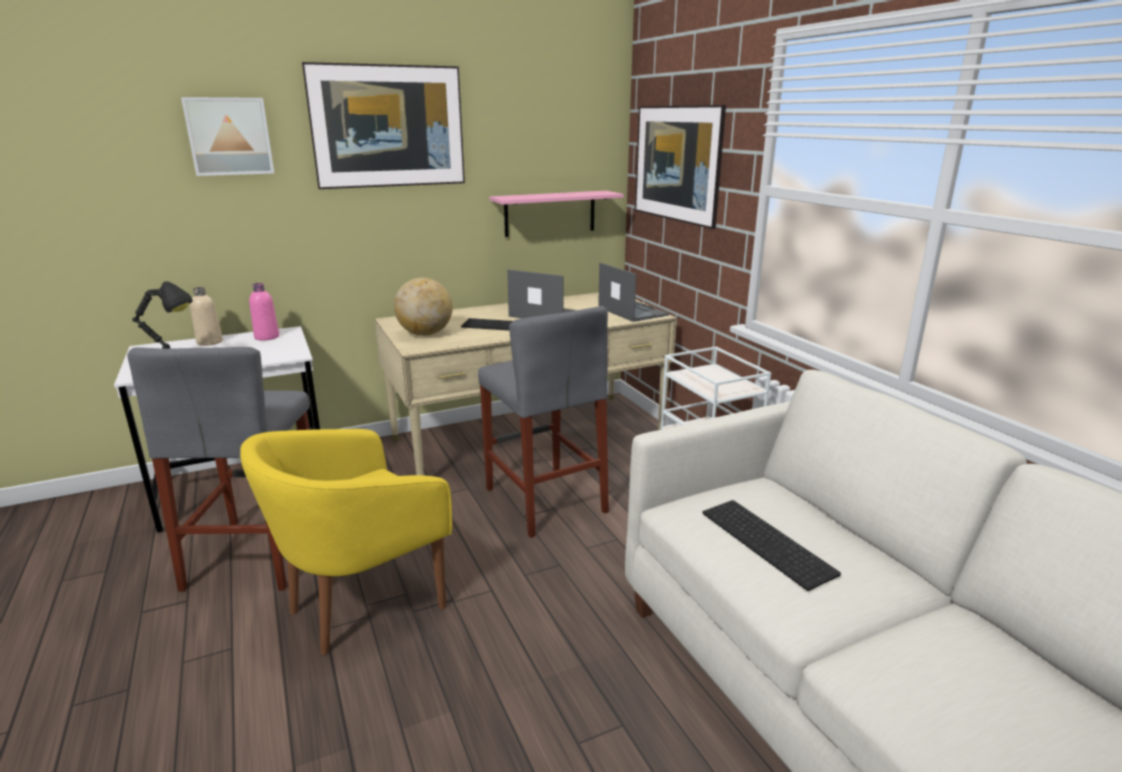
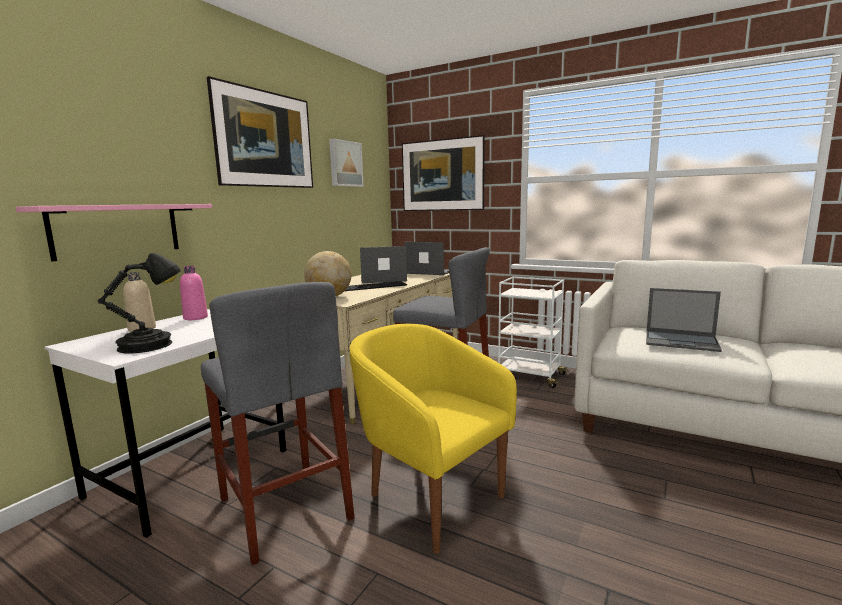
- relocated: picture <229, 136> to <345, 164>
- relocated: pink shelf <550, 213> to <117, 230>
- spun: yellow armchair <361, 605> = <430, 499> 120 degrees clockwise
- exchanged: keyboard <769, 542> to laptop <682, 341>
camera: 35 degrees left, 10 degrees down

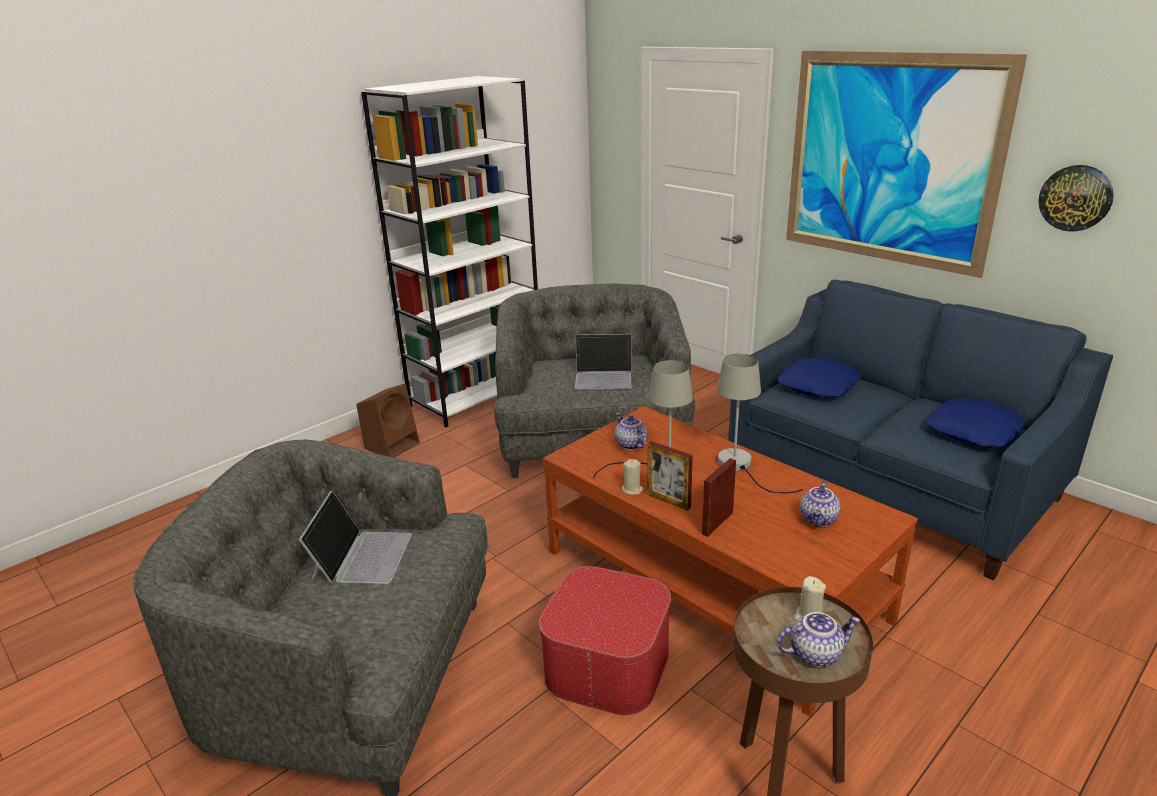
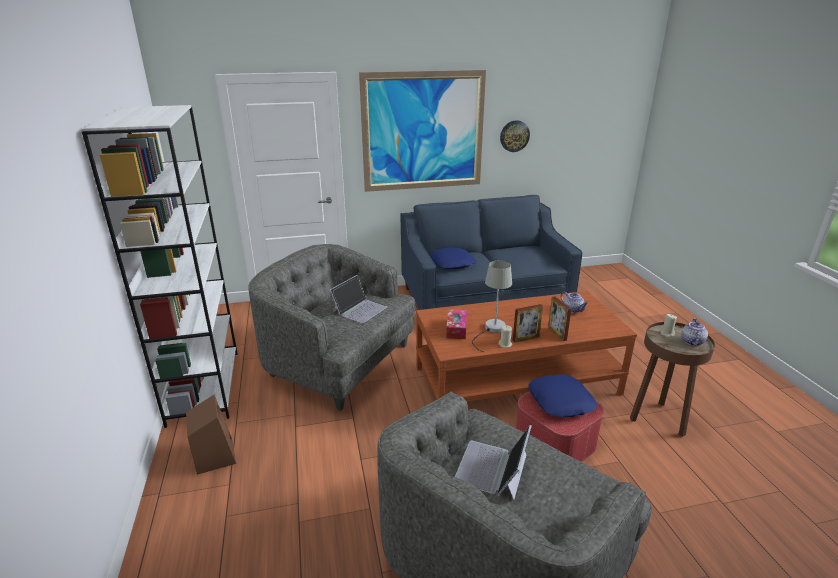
- missing: grey table lamp <741, 467>
- relocated: blue pillow <974, 431> to <561, 401>
- exchanged: teapot <630, 444> to tissue box <456, 329>
- spun: laptop <361, 556> = <492, 469> 105 degrees counterclockwise
camera: 60 degrees left, 0 degrees up

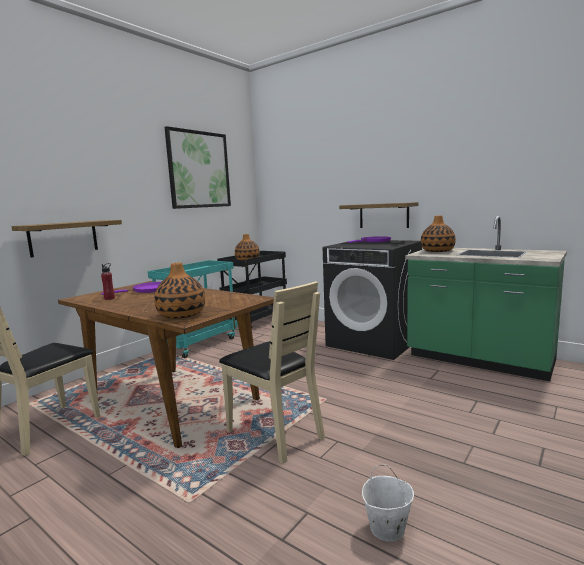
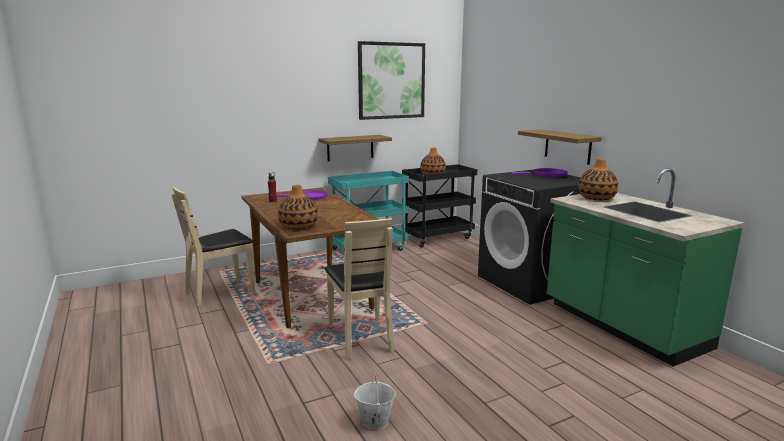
- relocated: shelf <63, 238> to <350, 148>
camera: 25 degrees right, 5 degrees up

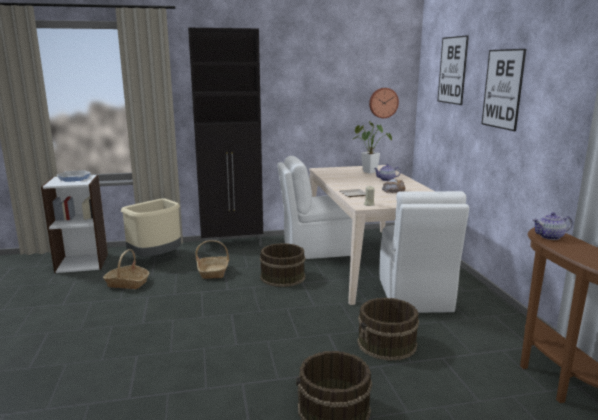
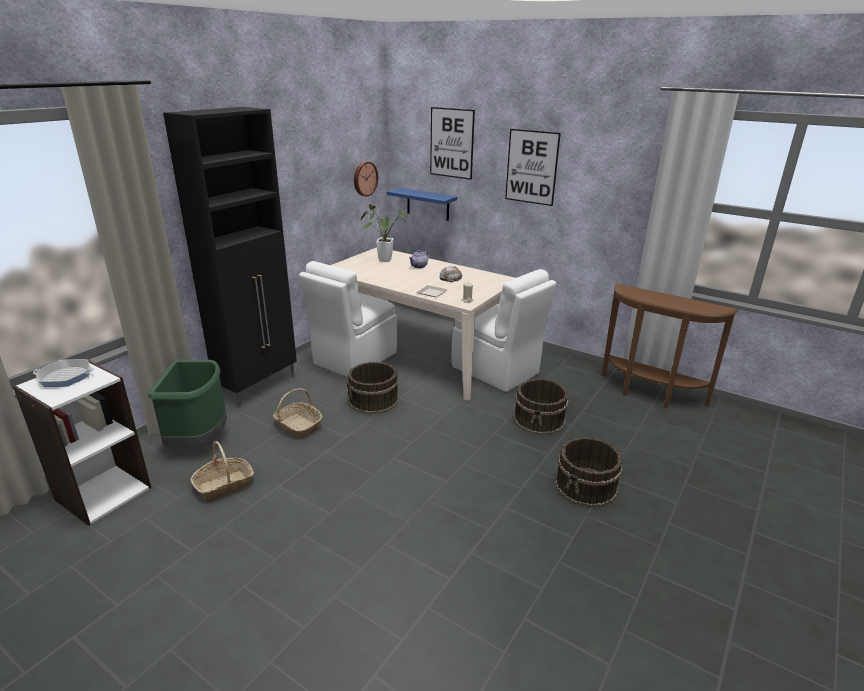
- colour: beige trash can <156, 258> to green trash can <200, 441>
- missing: teapot <550, 237>
- appeared: blue shelf <428, 204>
camera: 45 degrees left, 10 degrees up

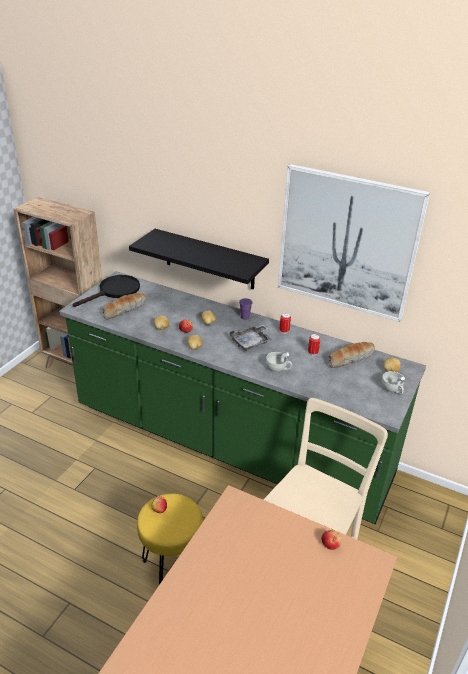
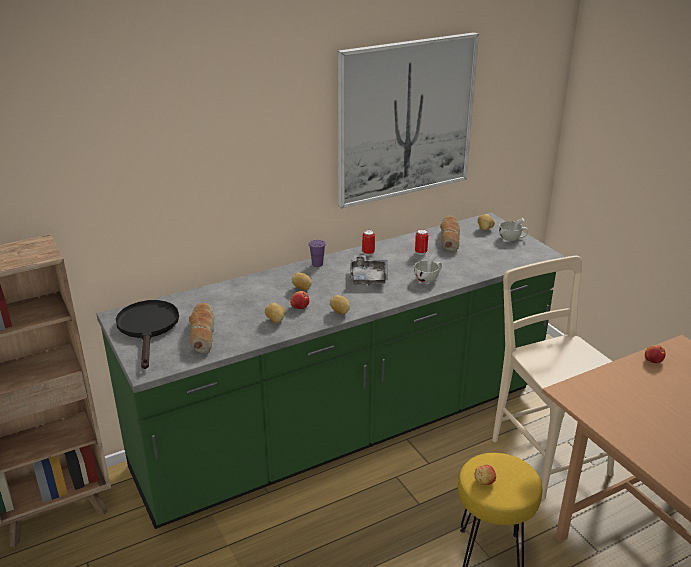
- missing: black shelf <209, 259>
camera: 55 degrees left, 5 degrees down

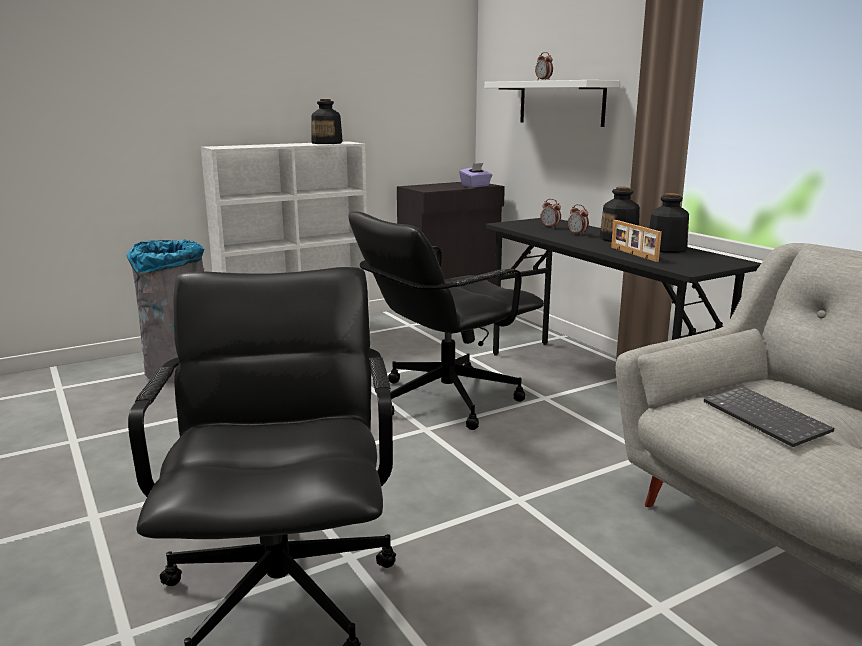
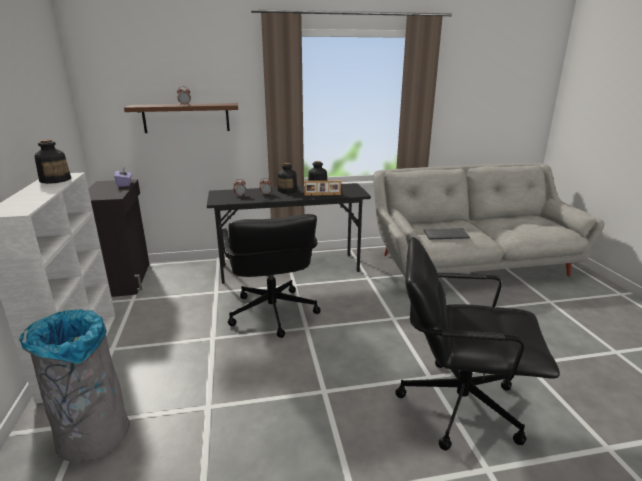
- colour: white shelf <561, 103> to brown shelf <186, 118>
camera: 70 degrees left, 5 degrees up

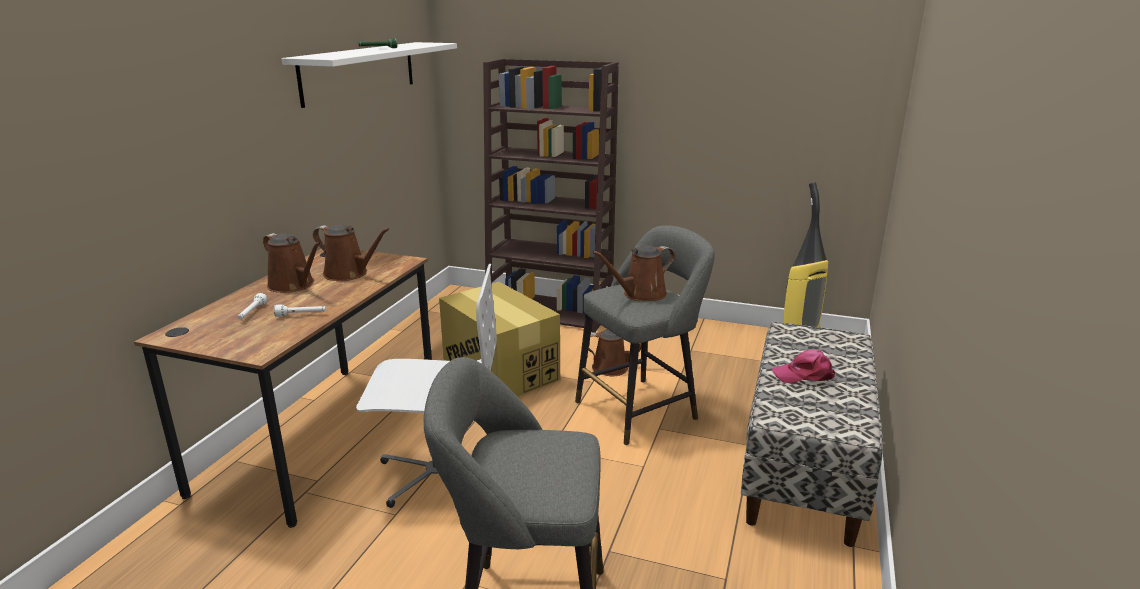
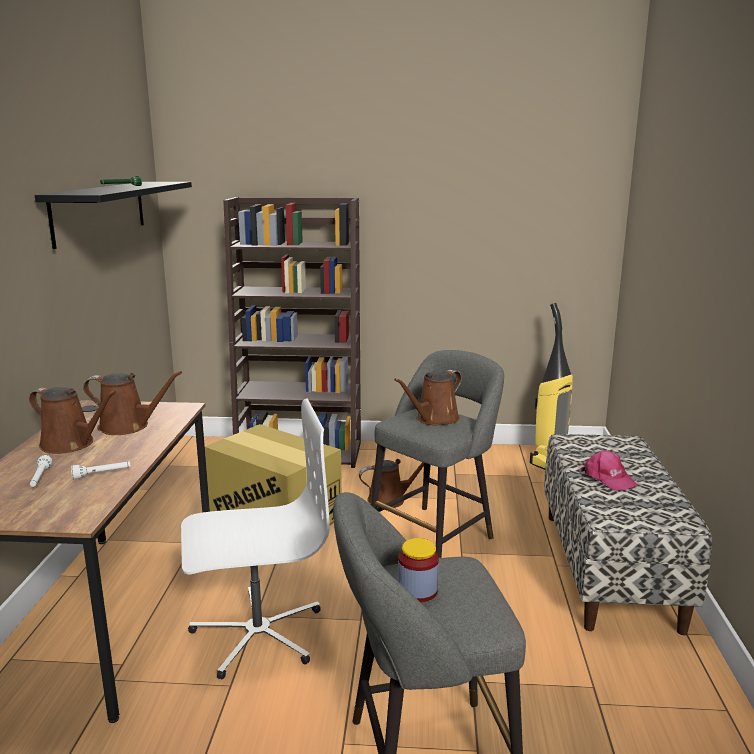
- colour: white shelf <360, 72> to black shelf <100, 211>
- spun: pink cap <804, 375> = <608, 478> 105 degrees counterclockwise
- appeared: jar <417, 590>
camera: 15 degrees left, 5 degrees down

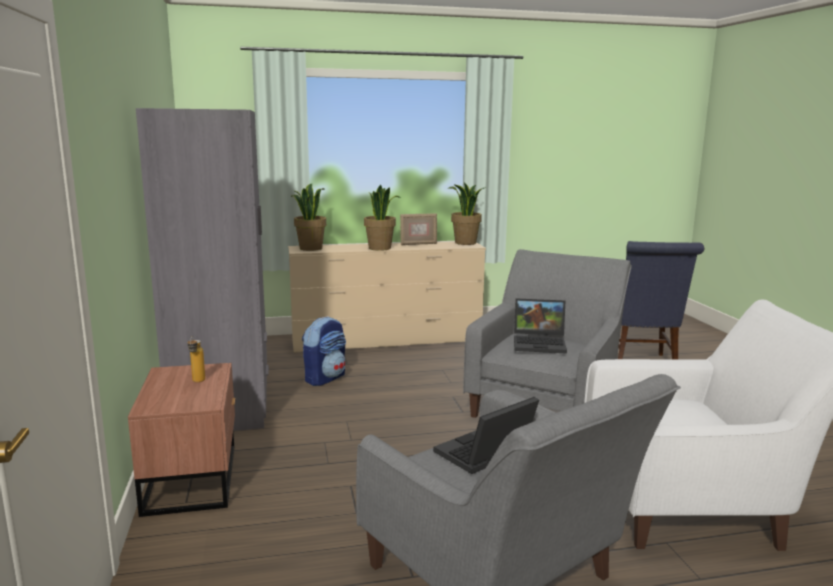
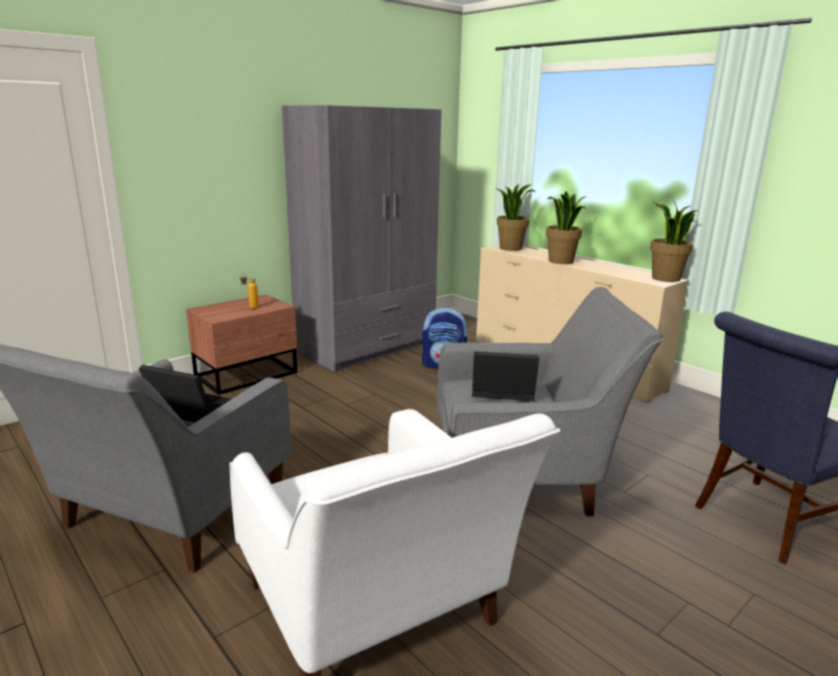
- missing: picture frame <418, 244>
- spun: laptop <540, 343> = <501, 392> 120 degrees clockwise
camera: 60 degrees right, 5 degrees up

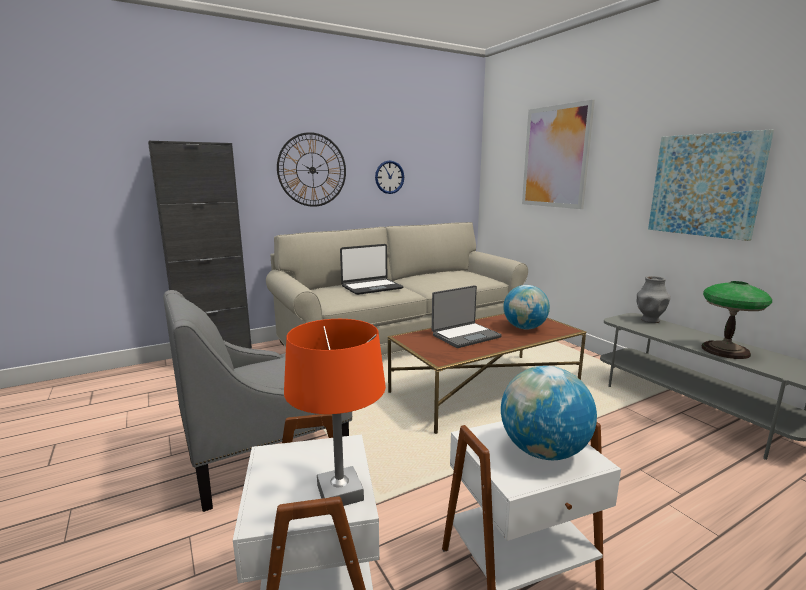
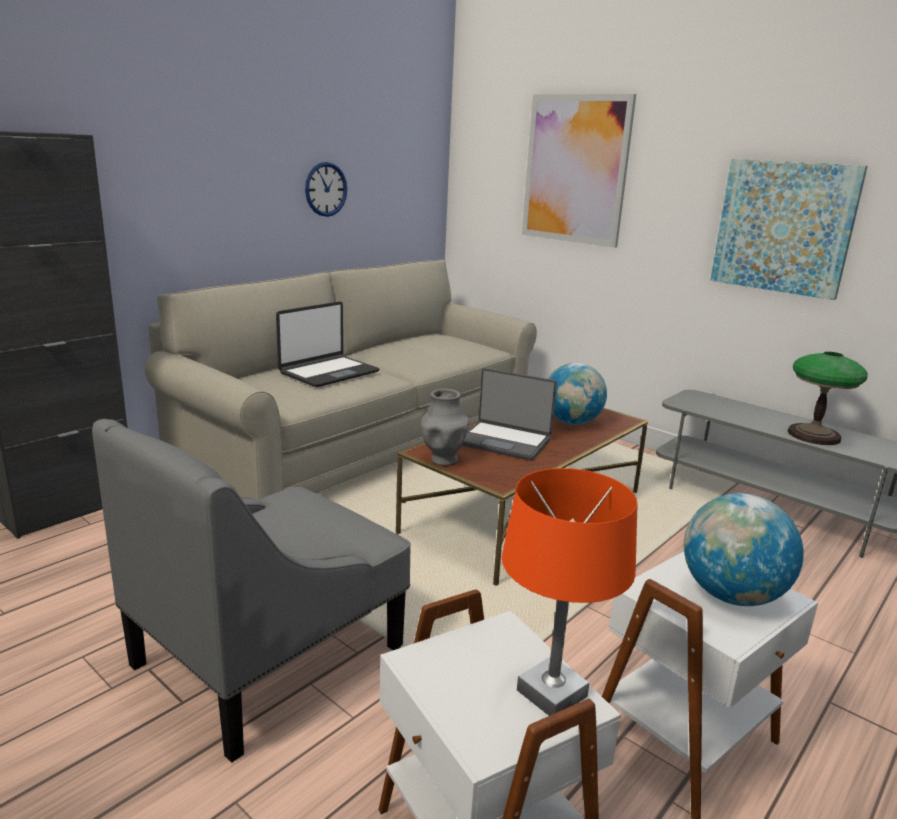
- missing: wall clock <312, 170>
- relocated: grey vase <649, 320> to <443, 460>
- spun: laptop <465, 336> = <505, 441> 75 degrees clockwise
camera: 20 degrees left, 5 degrees up

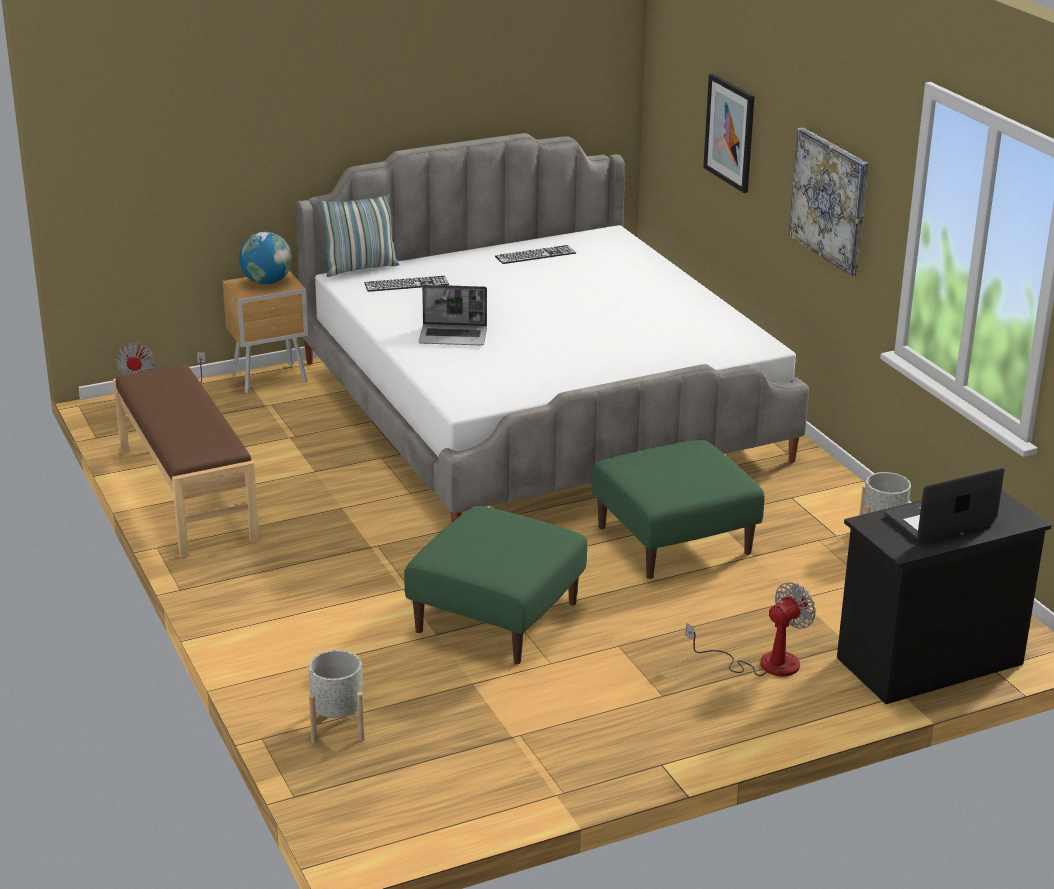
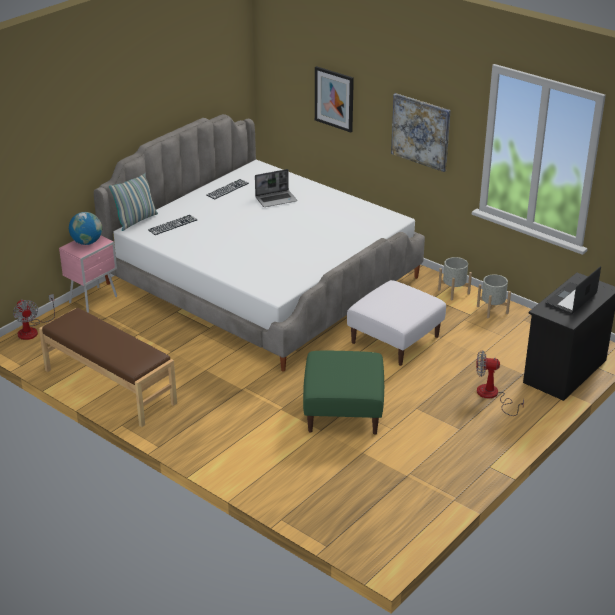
- colour: brown nightstand <271, 379> to pink nightstand <94, 299>
- relocated: laptop <454, 336> to <276, 199>
- colour: green ottoman <674, 539> to white ottoman <395, 339>
- spun: fan <764, 663> = <492, 396> 105 degrees counterclockwise
- relocated: grey planter <337, 726> to <454, 292>
camera: 25 degrees left, 5 degrees up

